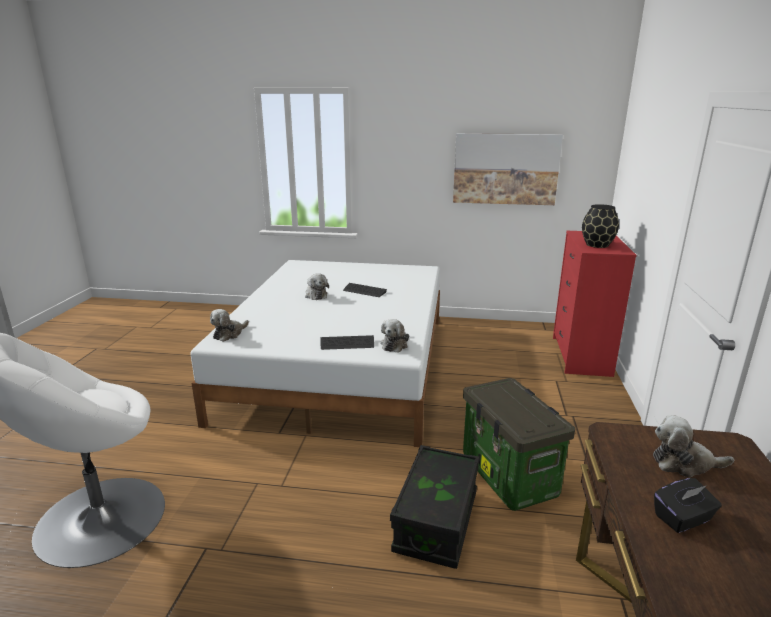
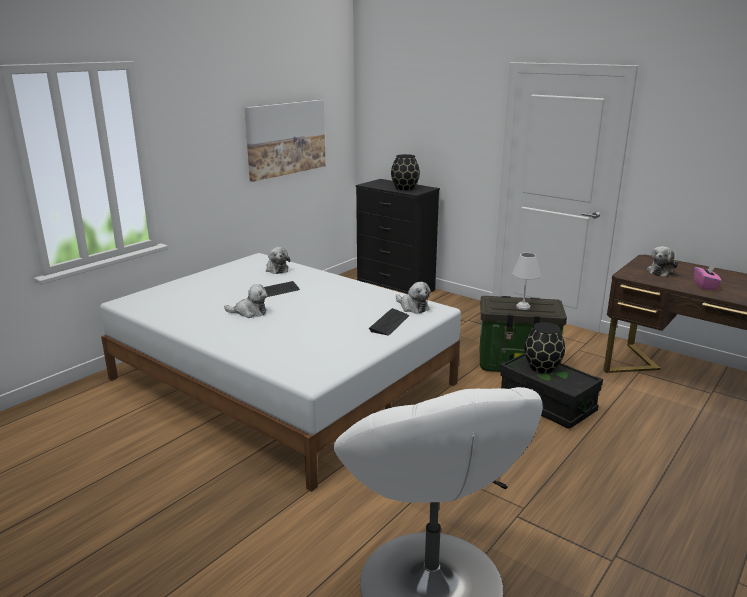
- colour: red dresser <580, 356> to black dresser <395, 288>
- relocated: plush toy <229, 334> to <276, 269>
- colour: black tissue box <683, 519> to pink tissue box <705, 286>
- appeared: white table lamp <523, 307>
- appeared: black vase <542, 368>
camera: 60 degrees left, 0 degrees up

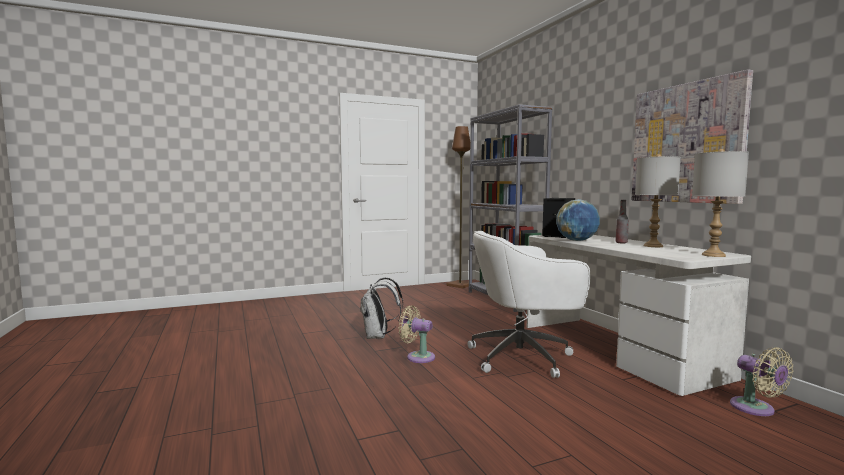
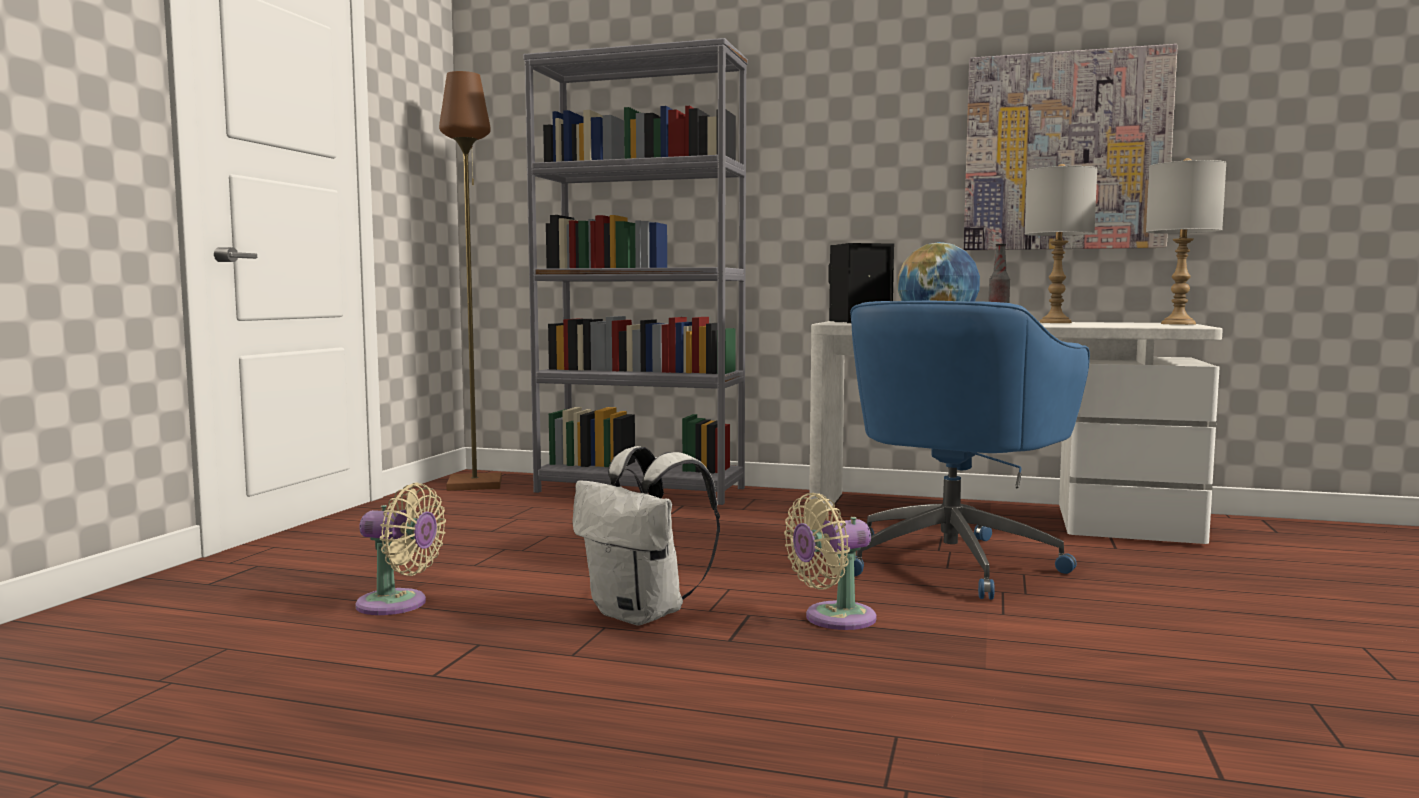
- colour: white office chair <523, 357> to blue office chair <952, 562>
- relocated: beige fan <756, 409> to <398, 604>
camera: 50 degrees left, 0 degrees up

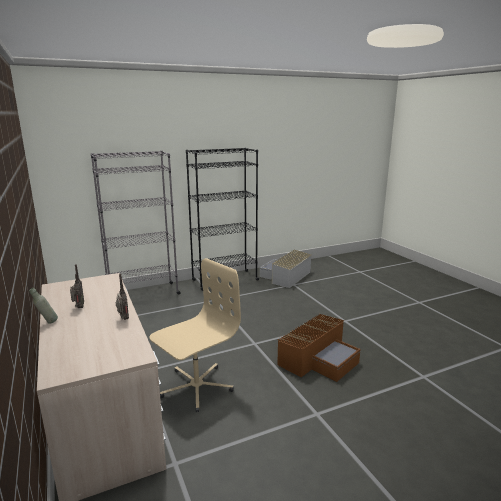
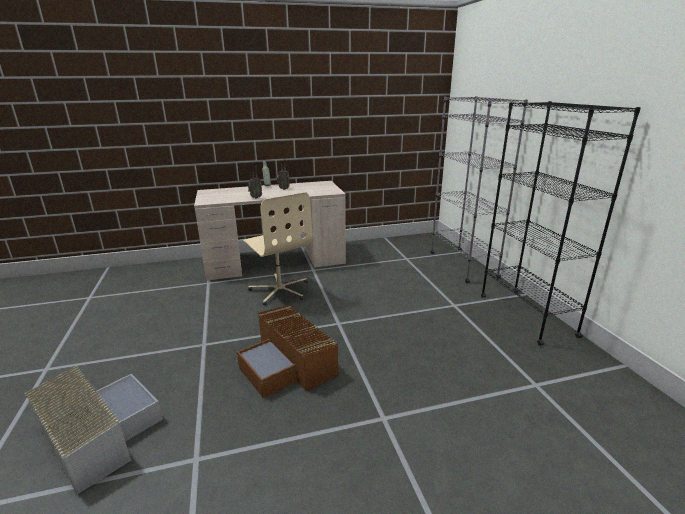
- relocated: grey storage box <285, 276> to <98, 433>
camera: 100 degrees right, 5 degrees up

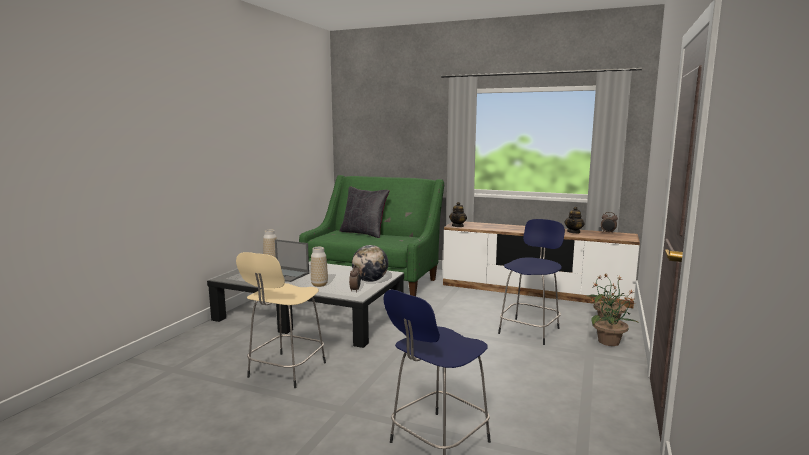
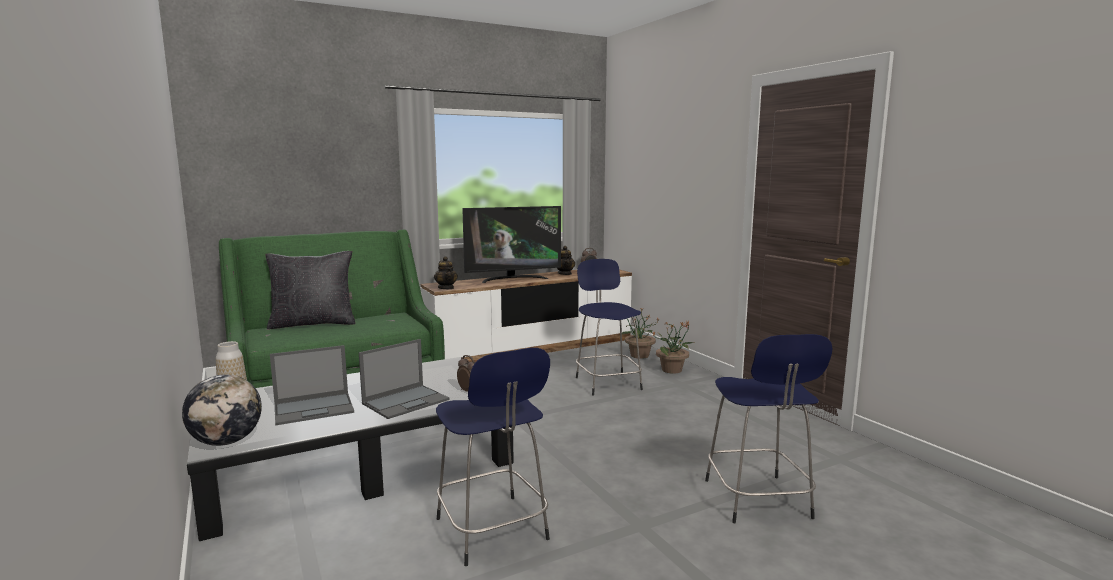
- relocated: globe <370, 281> to <226, 442>
- exchanged: vase <319, 285> to laptop <406, 401>
- colour: beige stool <285, 371> to blue stool <493, 531>
- appeared: television <512, 279>
camera: 50 degrees left, 0 degrees up

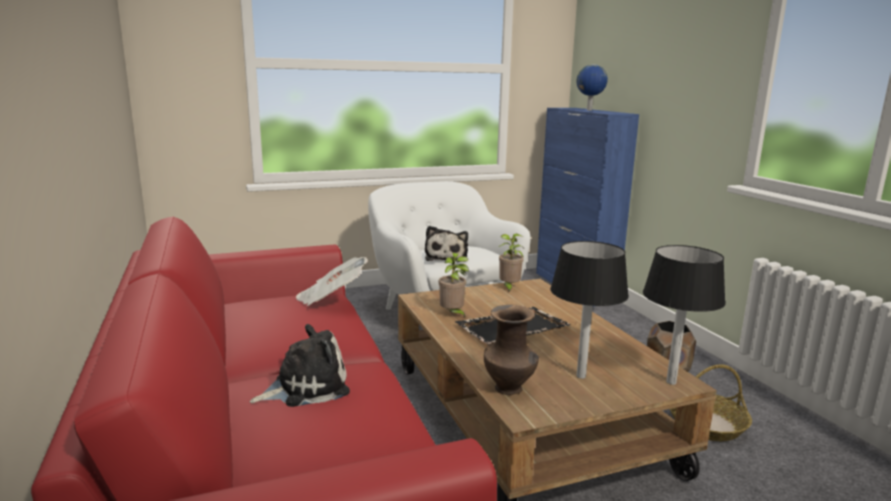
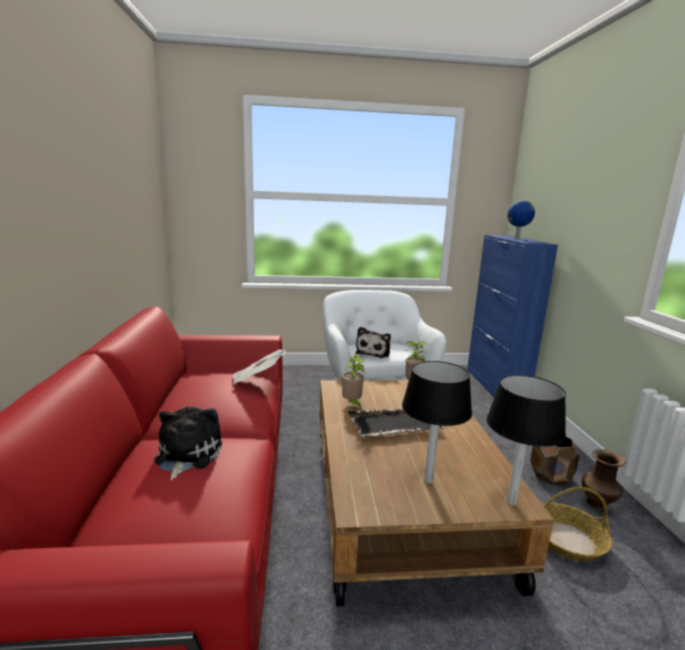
- relocated: brown vase <509, 389> to <598, 504>
- spun: plush toy <306, 387> = <186, 456> 75 degrees counterclockwise
camera: 15 degrees right, 0 degrees up

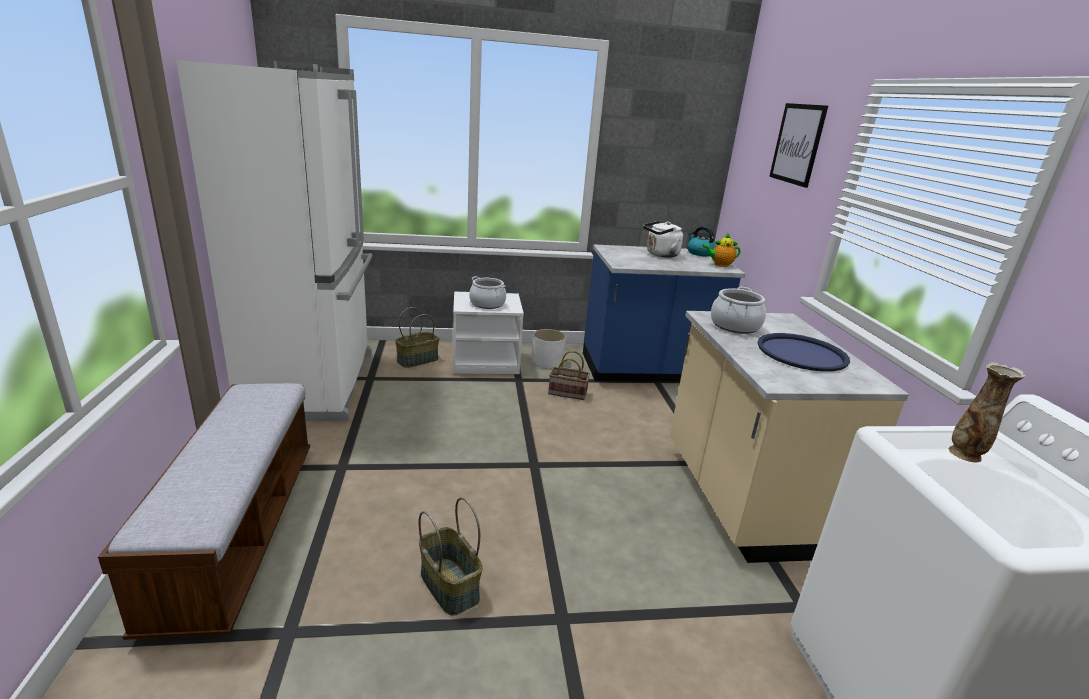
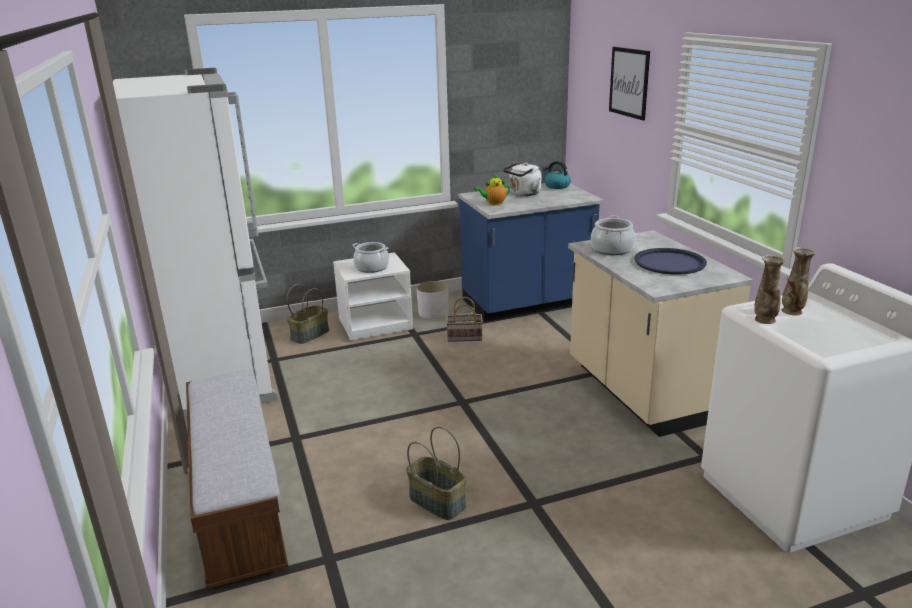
- relocated: teapot <719, 264> to <493, 203>
- appeared: vase <764, 320>
camera: 10 degrees left, 0 degrees up

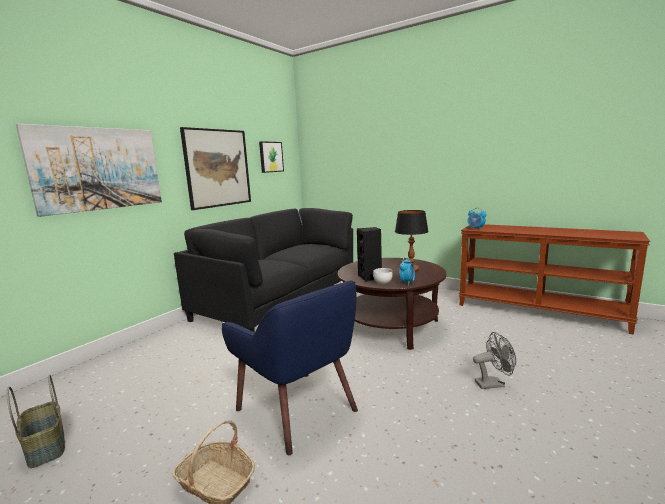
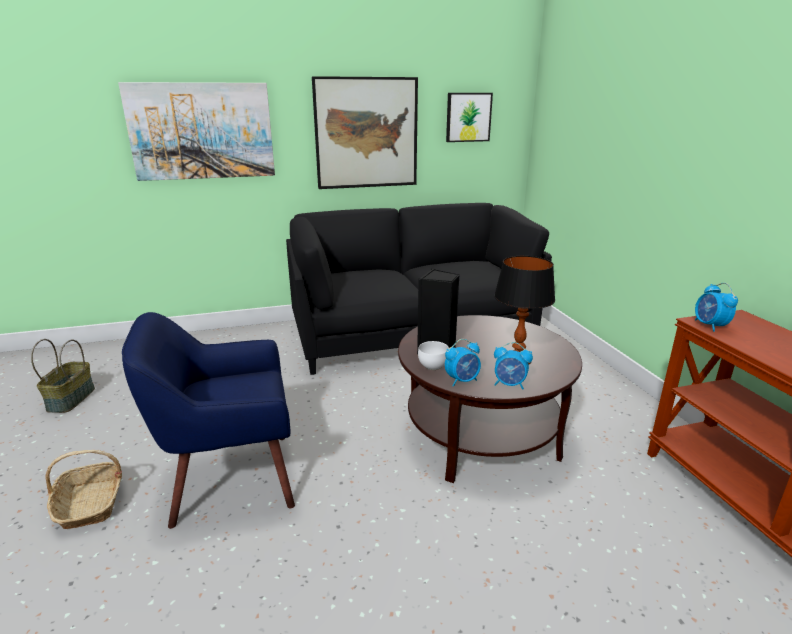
- spun: blue armchair <298, 409> = <230, 479> 75 degrees clockwise
- missing: grey fan <493, 383>
- appeared: alarm clock <510, 384>
camera: 40 degrees right, 10 degrees up

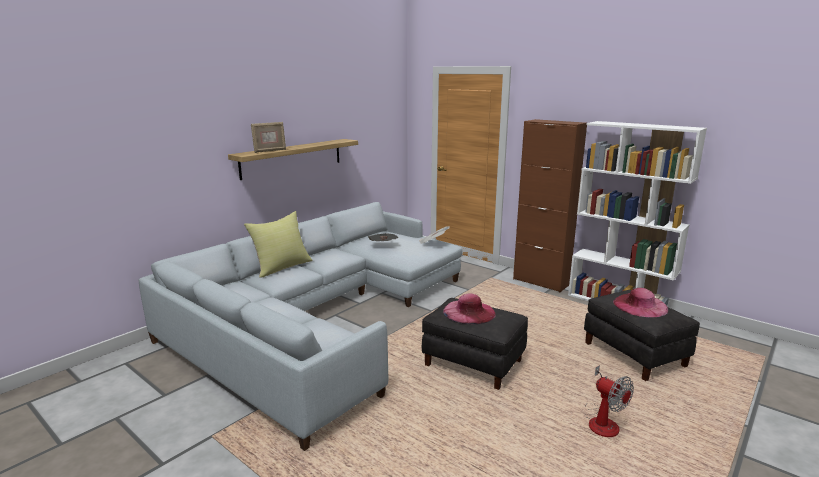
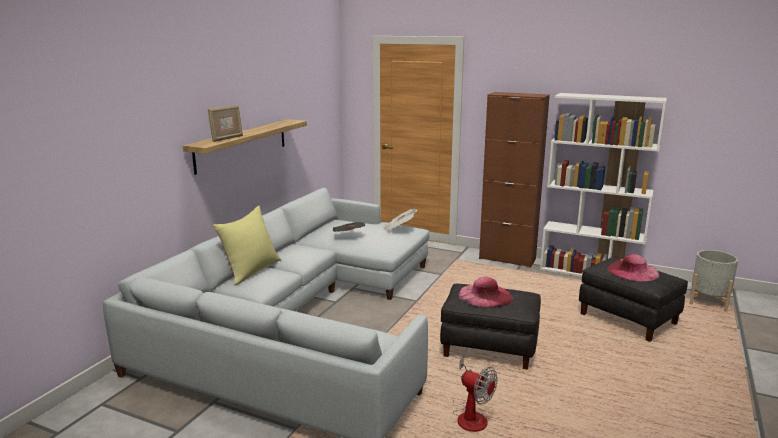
- relocated: fan <602, 421> to <470, 415>
- appeared: grey planter <708, 302>
camera: 15 degrees left, 0 degrees up

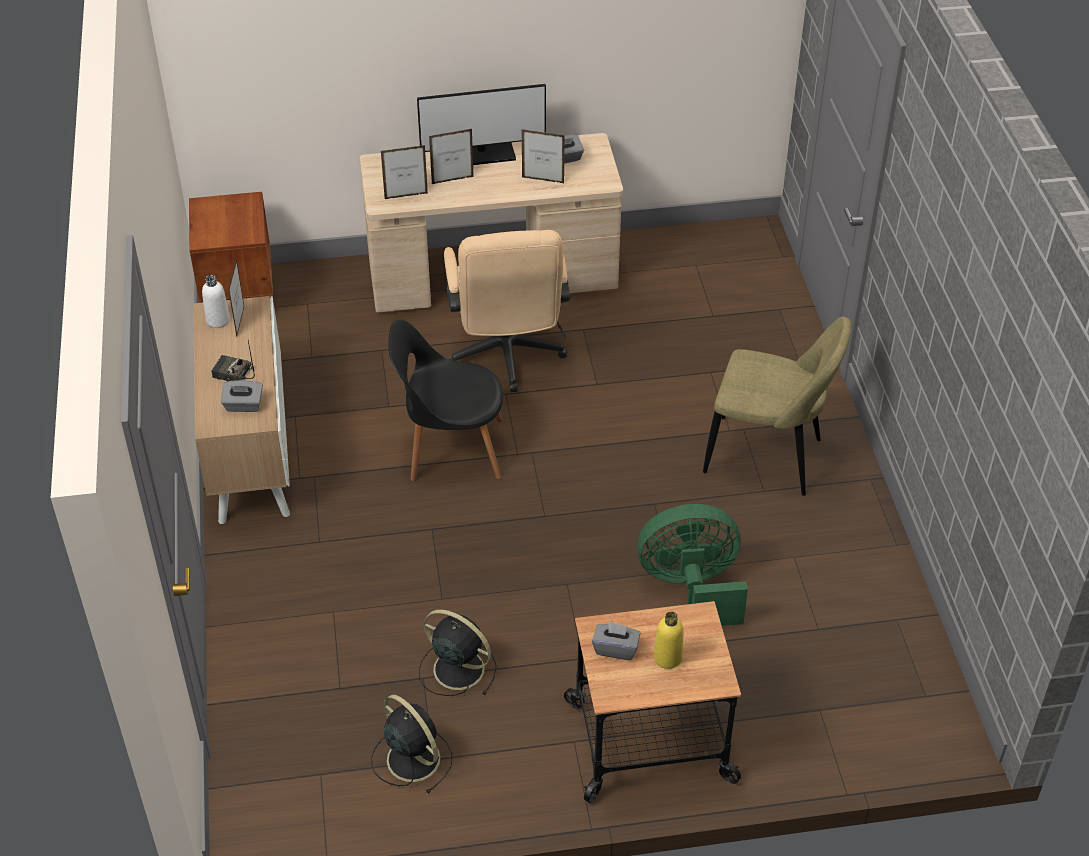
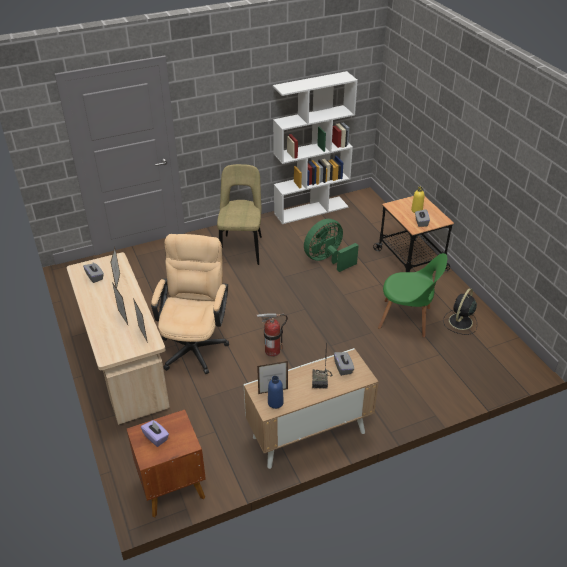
- missing: monitor <482, 155>
- spun: beige office chair <507, 358> = <195, 344> 60 degrees counterclockwise
- colour: white bottle <218, 320> to blue bottle <275, 402>
- exchanged: black chair <451, 449> to fire extinguisher <272, 351>
- spun: green fan <691, 588> = <327, 260> 75 degrees clockwise
- exchanged: black fan <456, 668> to green chair <407, 319>
- appeared: white bookcase <311, 210>
- appeared: purple tissue box <156, 437>
camera: 105 degrees left, 5 degrees down

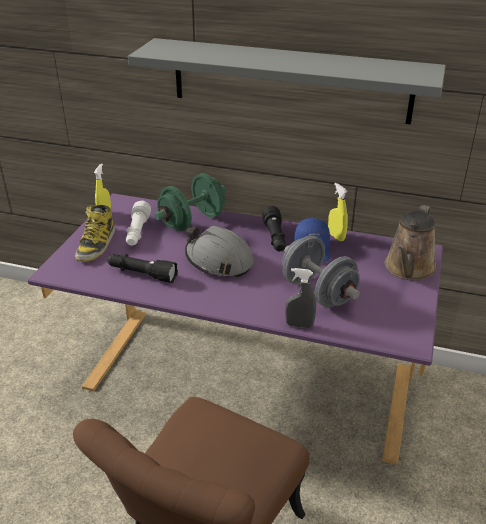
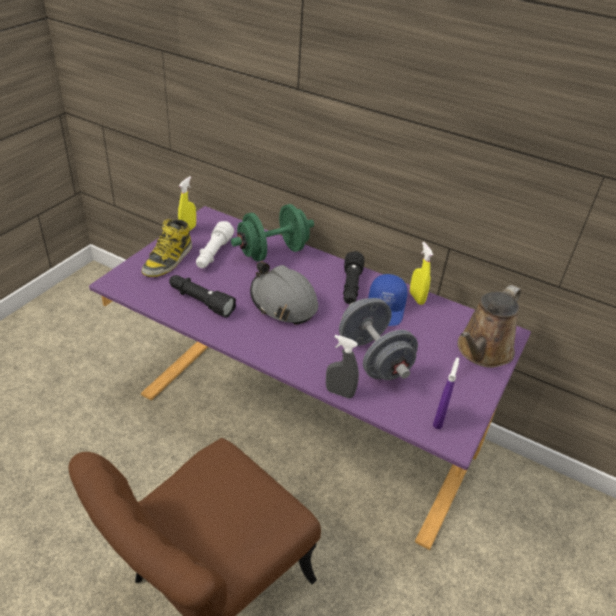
- missing: grey shelf <290, 80>
- appeared: purple spray bottle <439, 419>
camera: 10 degrees right, 5 degrees up

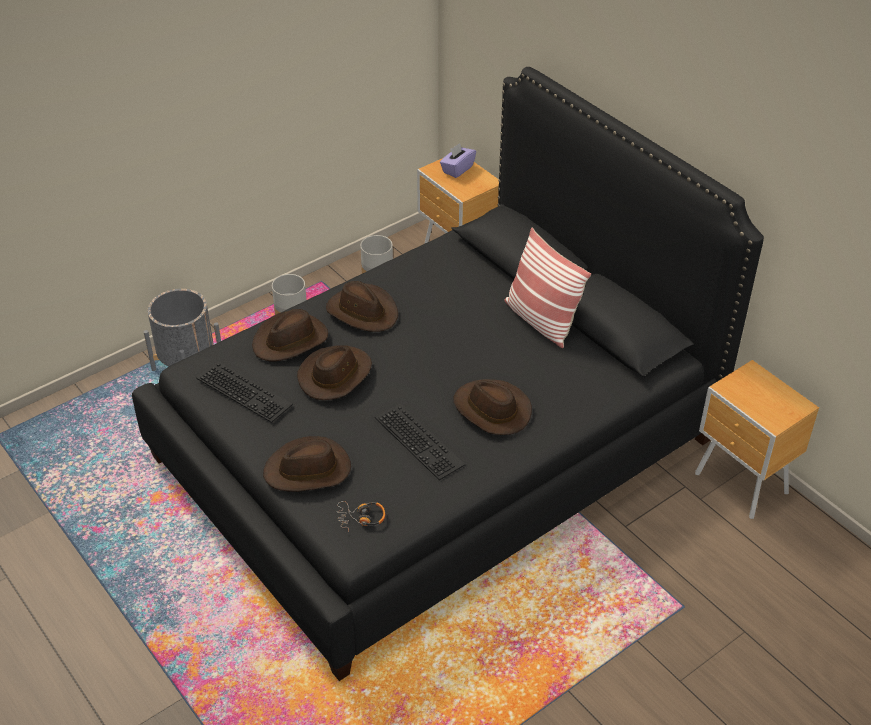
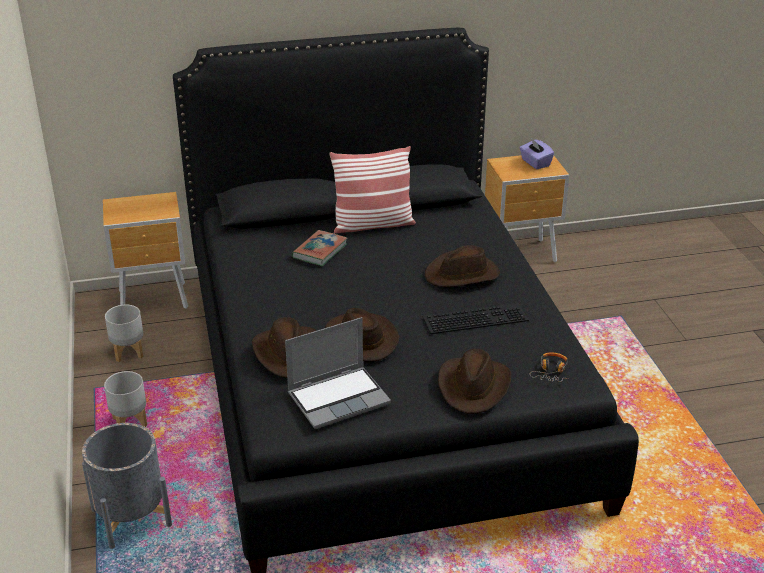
- relocated: purple tissue box <457, 169> to <535, 163>
- missing: brown hat <362, 311>
- exchanged: keyboard <246, 390> to laptop <339, 398>
- appeared: book <320, 251>
camera: 65 degrees left, 10 degrees down

